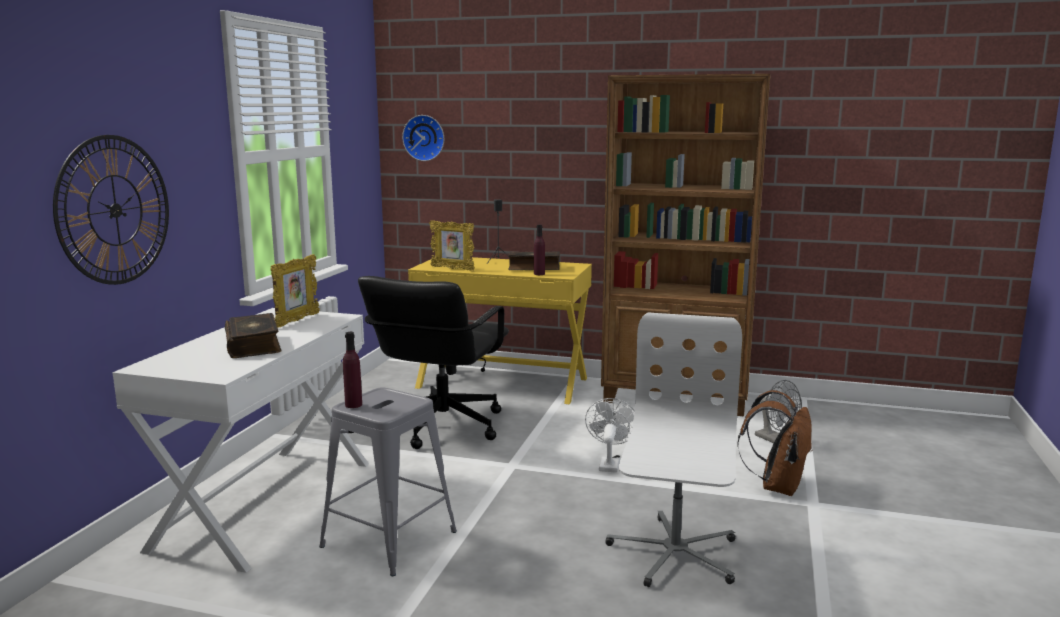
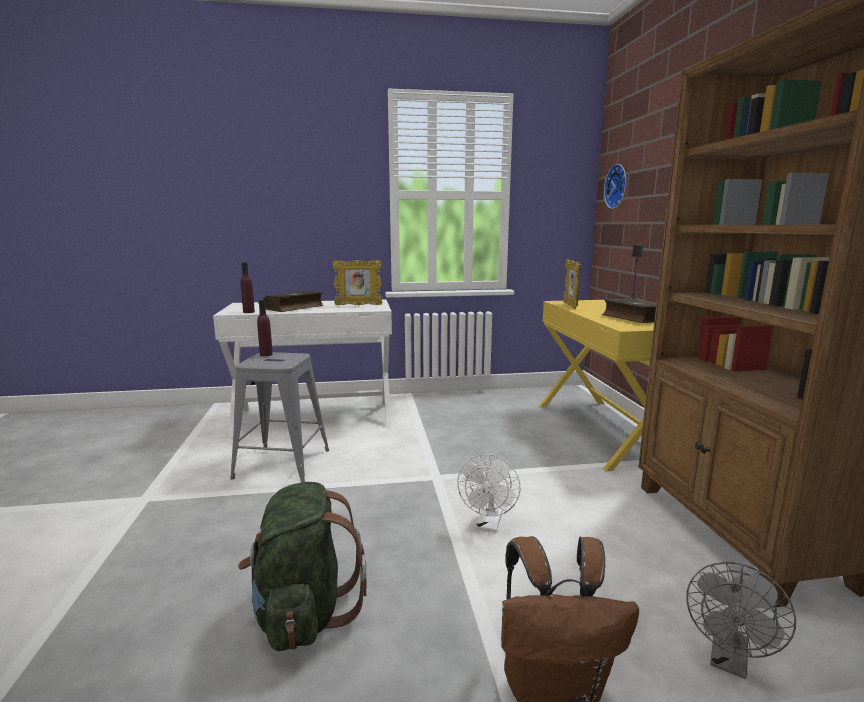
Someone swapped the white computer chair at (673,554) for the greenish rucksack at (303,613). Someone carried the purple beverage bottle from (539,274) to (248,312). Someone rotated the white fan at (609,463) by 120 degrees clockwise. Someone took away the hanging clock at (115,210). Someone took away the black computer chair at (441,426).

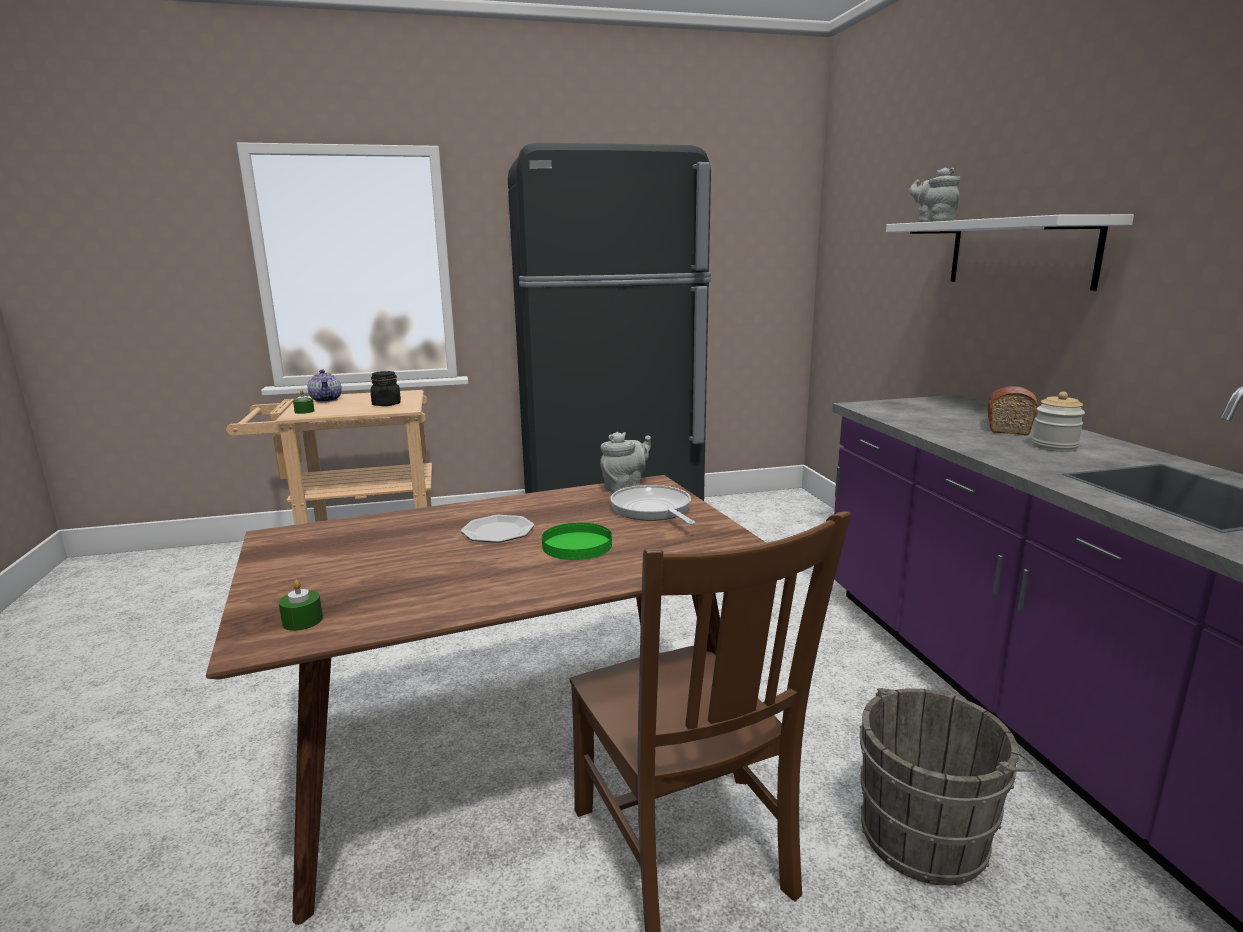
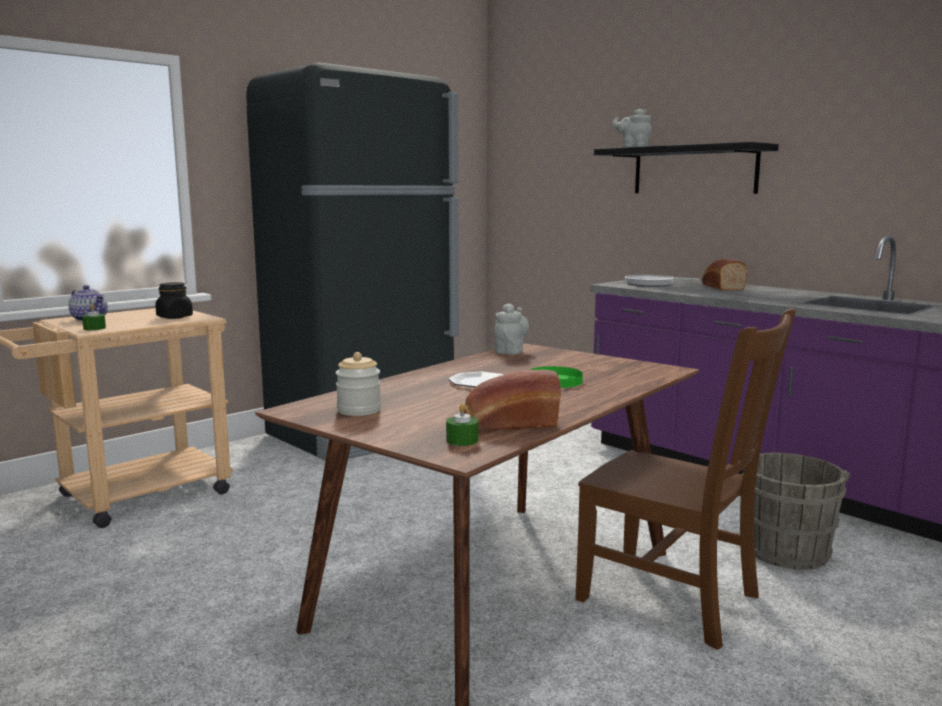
Someone carried the jar from (1054,447) to (359,410). Someone put down the bakery bread at (509,423). Someone repainted the white wall shelf at (1020,253), which became the black wall shelf at (694,170). Someone carried the pan from (653,510) to (652,284).

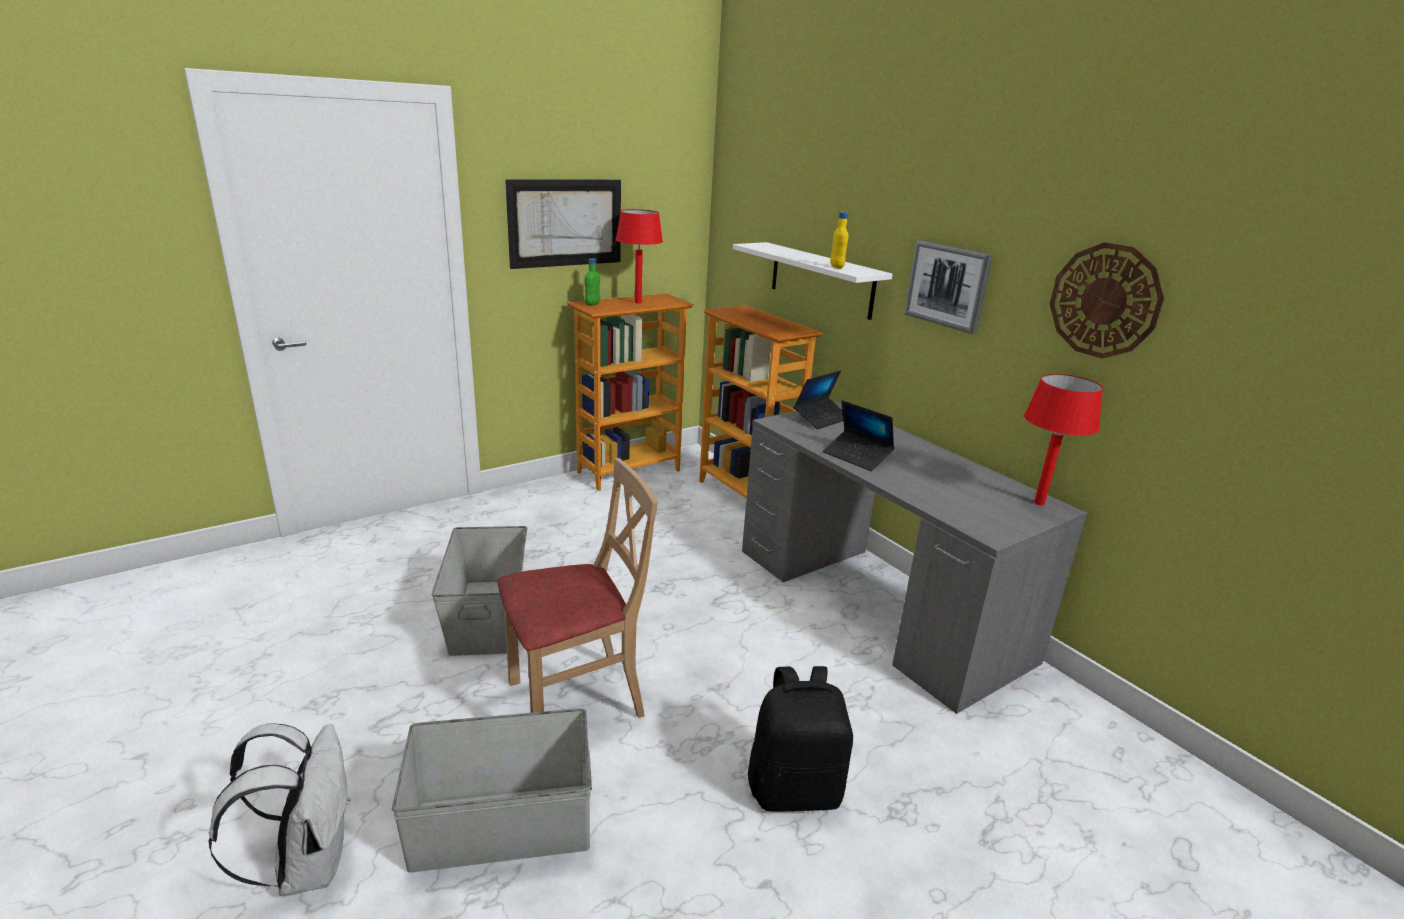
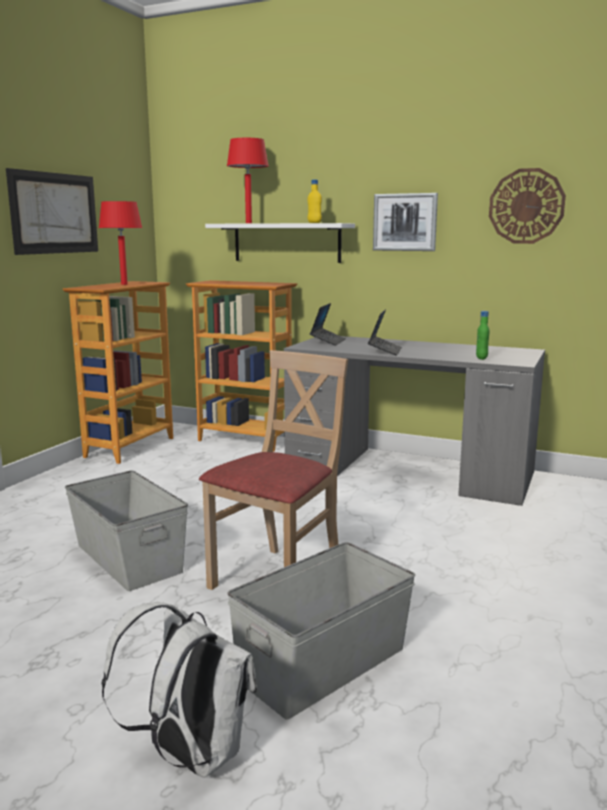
Someone carried the red-coloured tabletop lamp from (1039,503) to (248,223). Someone rotated the laptop at (857,456) by 90 degrees counterclockwise. Someone carried the greenish beverage bottle from (592,304) to (481,358). Someone took away the black rucksack at (795,788).

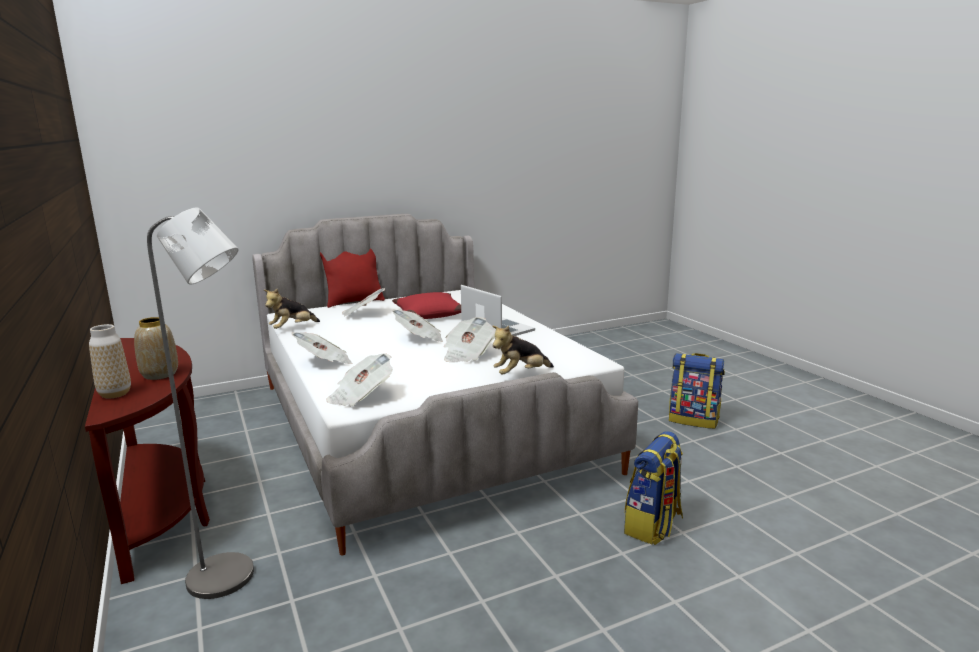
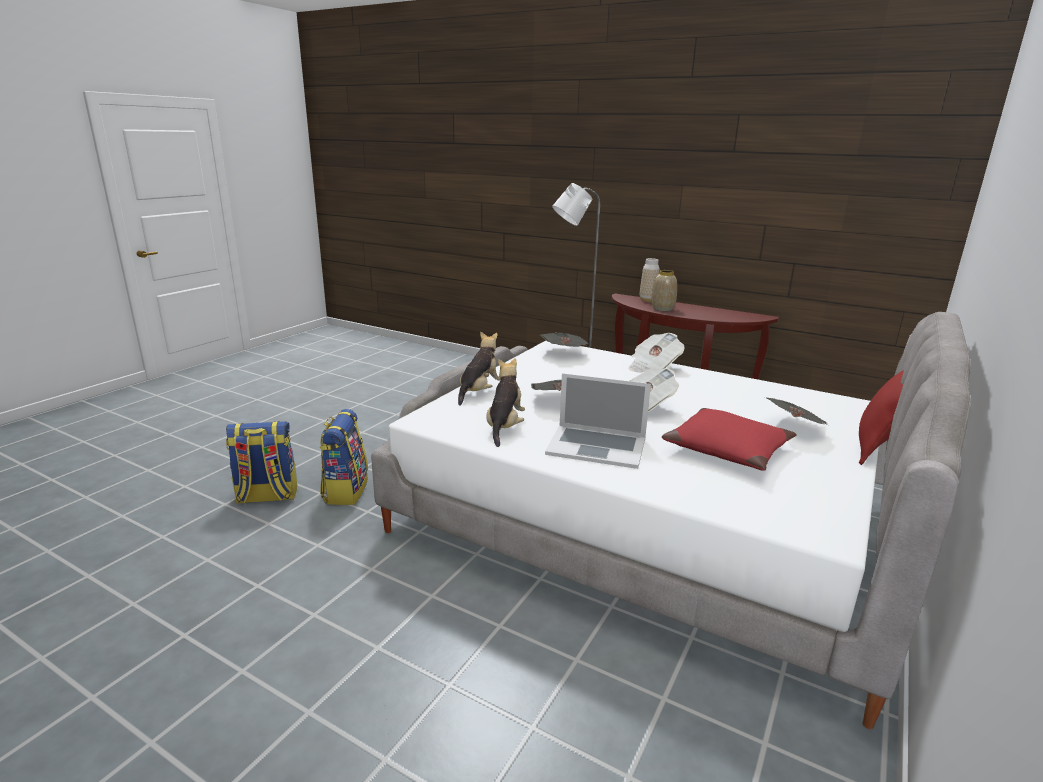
Someone carried the rucksack from (694,420) to (267,496). Someone carried the cuddly toy from (292,328) to (504,427).

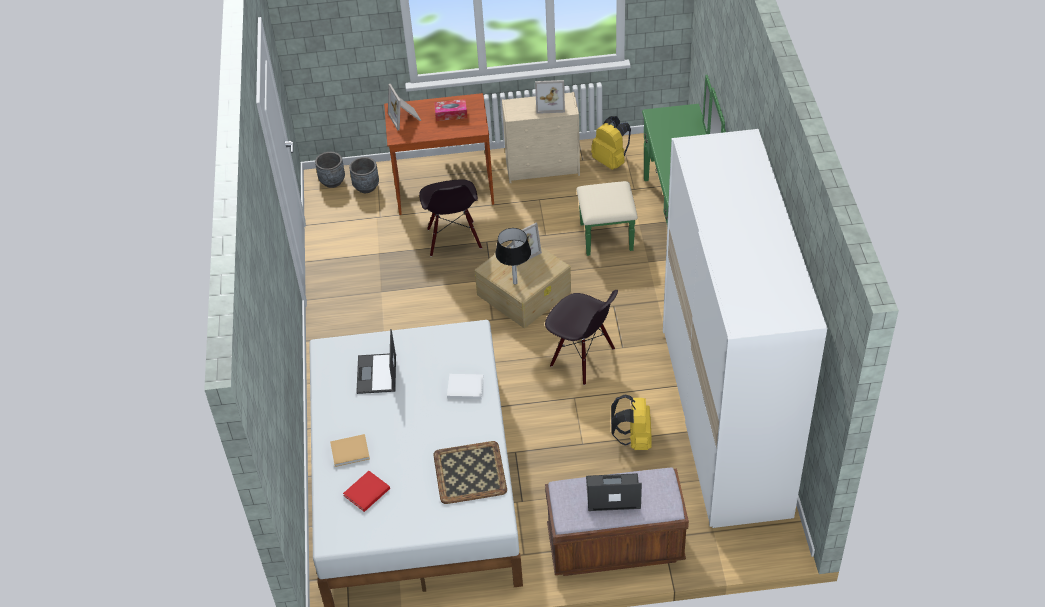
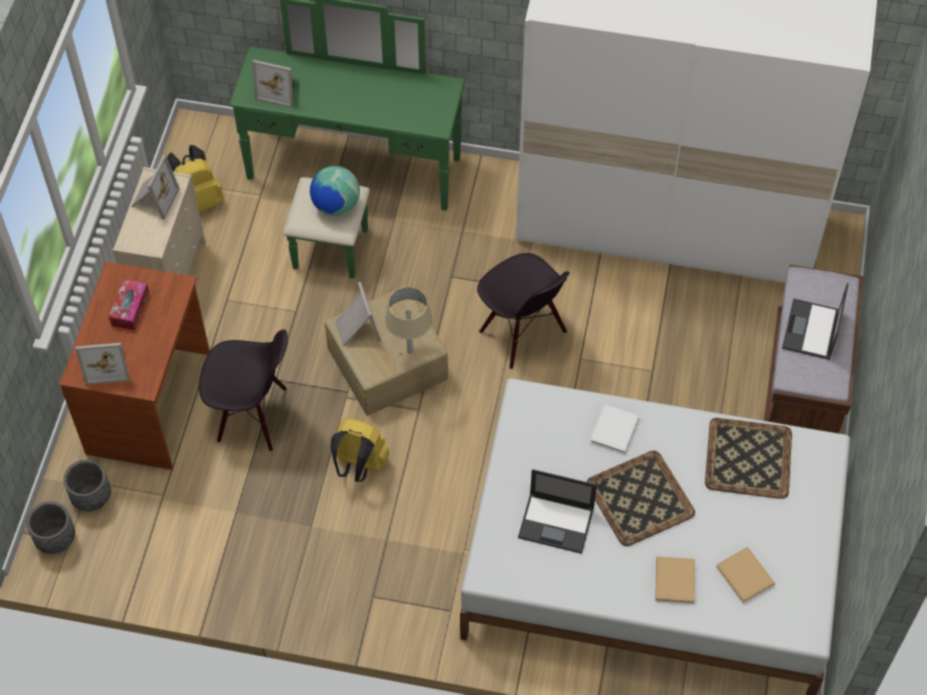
Someone put down the photo frame at (279,90). Someone put down the globe at (335,206). Someone carried the yellow rucksack from (634,439) to (359,466). Someone repainted the black tabletop lamp at (515,282), which became the sand-coloured tabletop lamp at (409,351). Someone rotated the black plain chair at (582,358) by 90 degrees clockwise. Someone put down the tray at (639,498). Someone repainted the red-coloured bound book at (365,493), which became the sand-coloured bound book at (745,577).

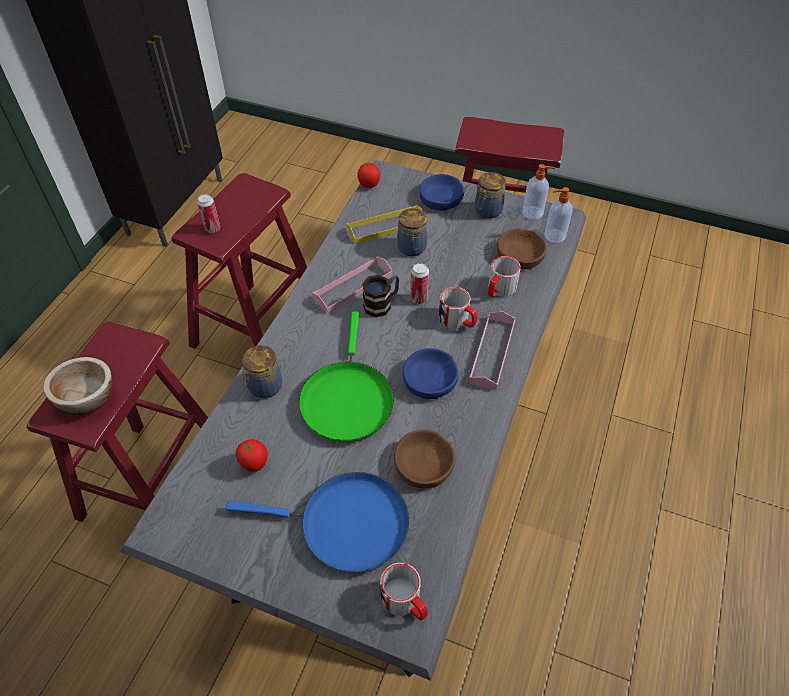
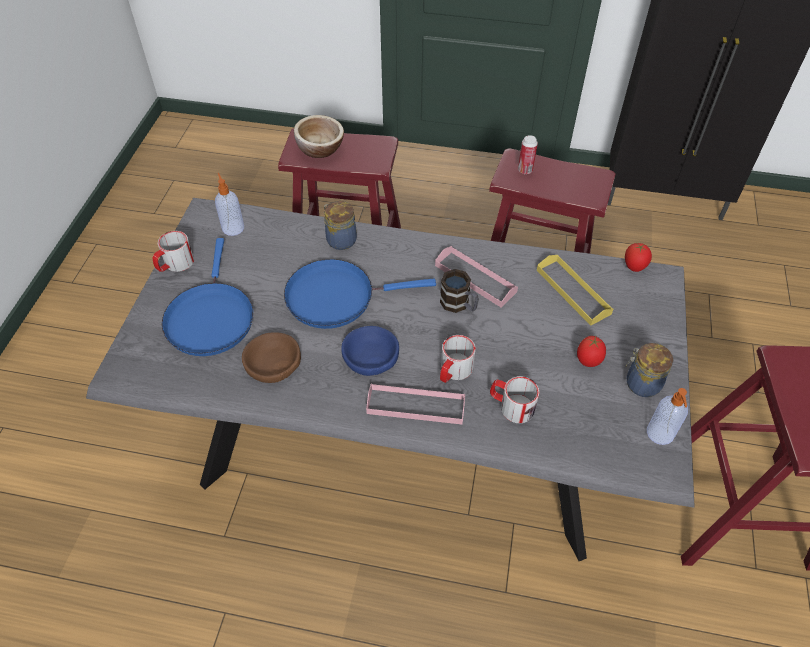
Someone carried the mug from (405,602) to (175,264). Someone carried the liquid soap bottle from (554,236) to (233,227). Someone repainted the greenish pan at (347,399), which became the bluish pan at (336,297). Someone carried the fresh tomato from (255,464) to (588,361). Someone took away the jar at (412,248). Someone took away the sealed can at (418,298). Someone took away the bluish serving bowl at (441,198). Someone took away the brown-coloured serving bowl at (520,254).

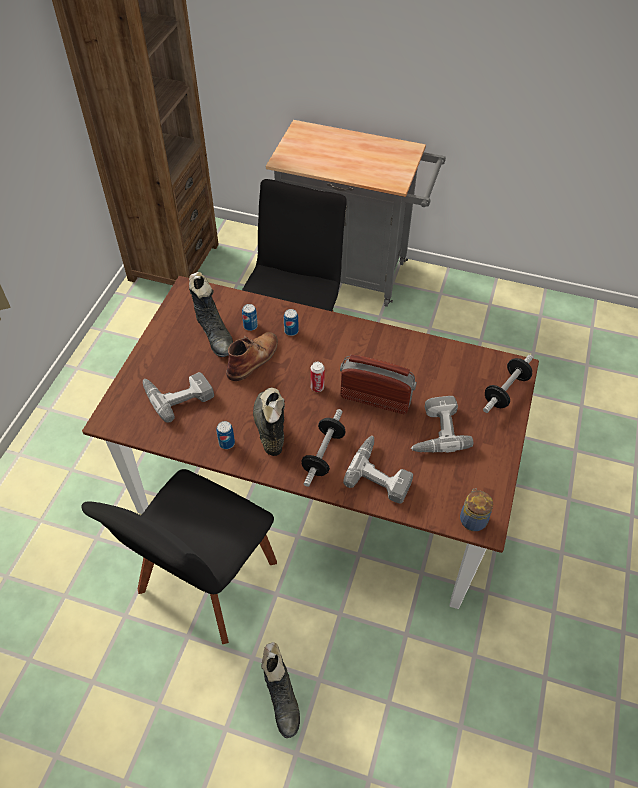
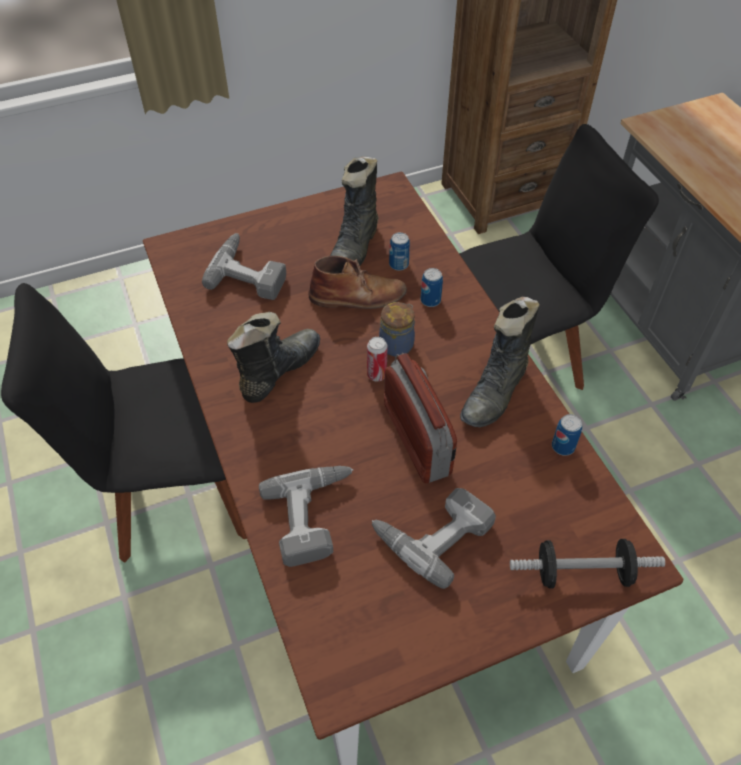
Someone carried the jar from (472,519) to (397,344). Someone carried the black high-top boot from (283,699) to (496,393). Someone carried the sealed can from (226,443) to (563,446). Someone took away the hand weight at (323,454).

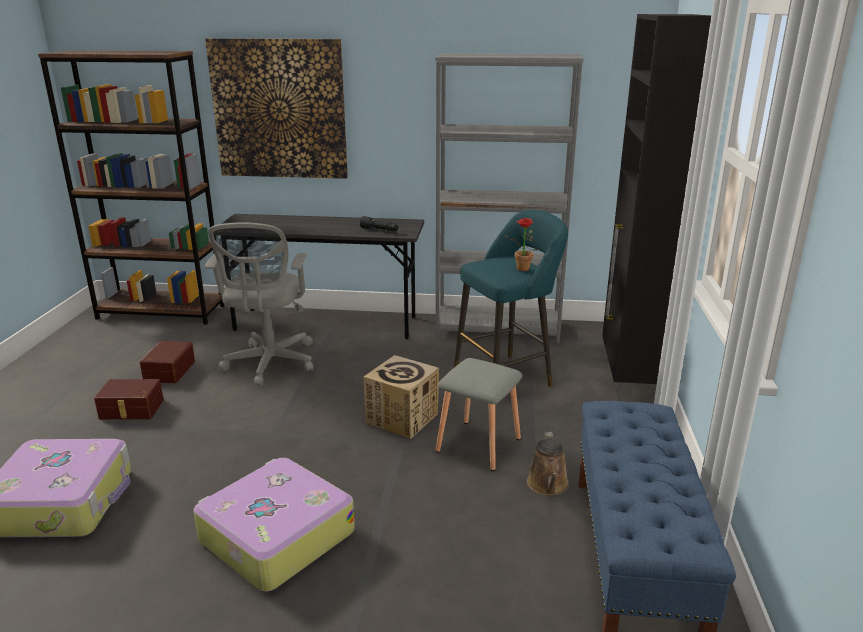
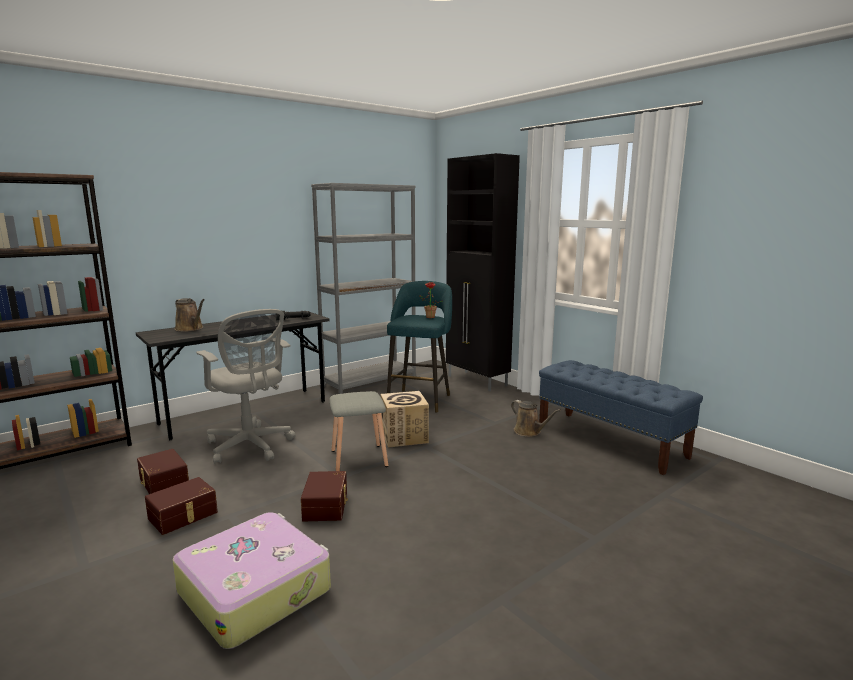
Someone put down the brown-coloured sprinkling can at (190,329). Someone put down the brown-coloured storage box at (327,506). Someone carried the gray stool seat from (477,445) to (358,458). Someone took away the piece of luggage at (275,536). Someone took away the wall art at (279,109).

